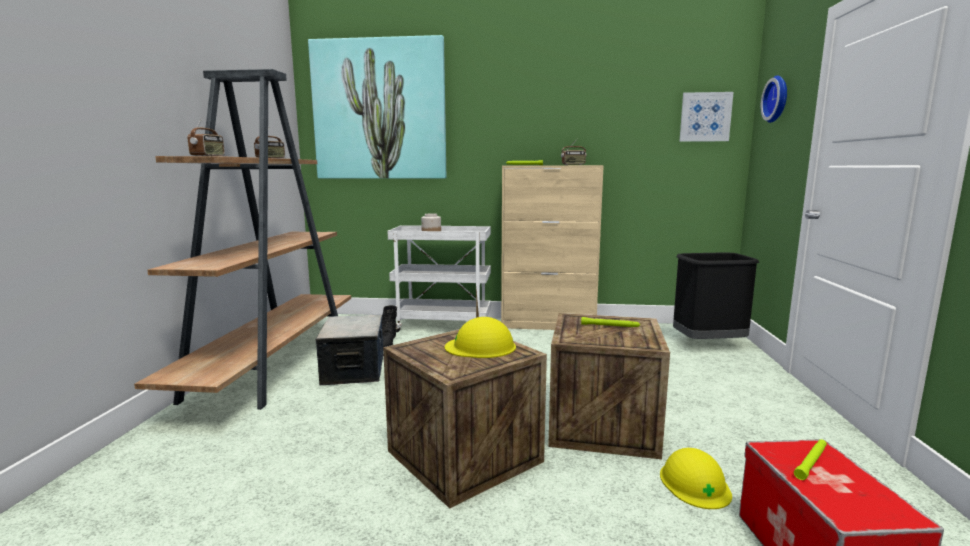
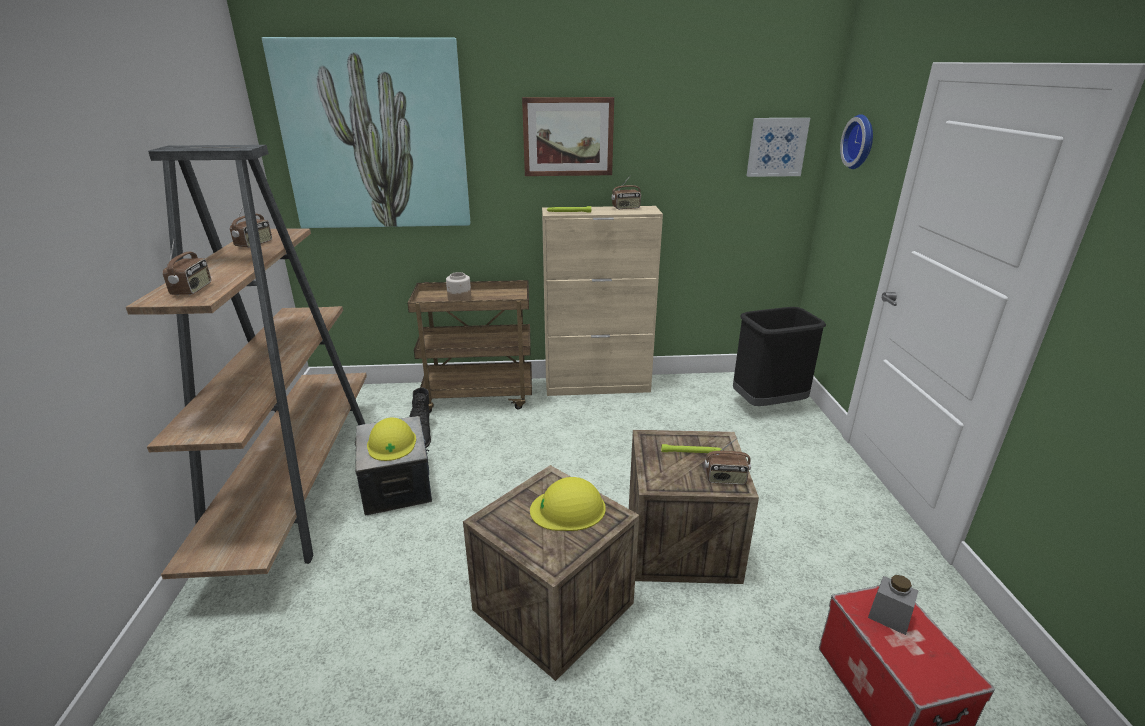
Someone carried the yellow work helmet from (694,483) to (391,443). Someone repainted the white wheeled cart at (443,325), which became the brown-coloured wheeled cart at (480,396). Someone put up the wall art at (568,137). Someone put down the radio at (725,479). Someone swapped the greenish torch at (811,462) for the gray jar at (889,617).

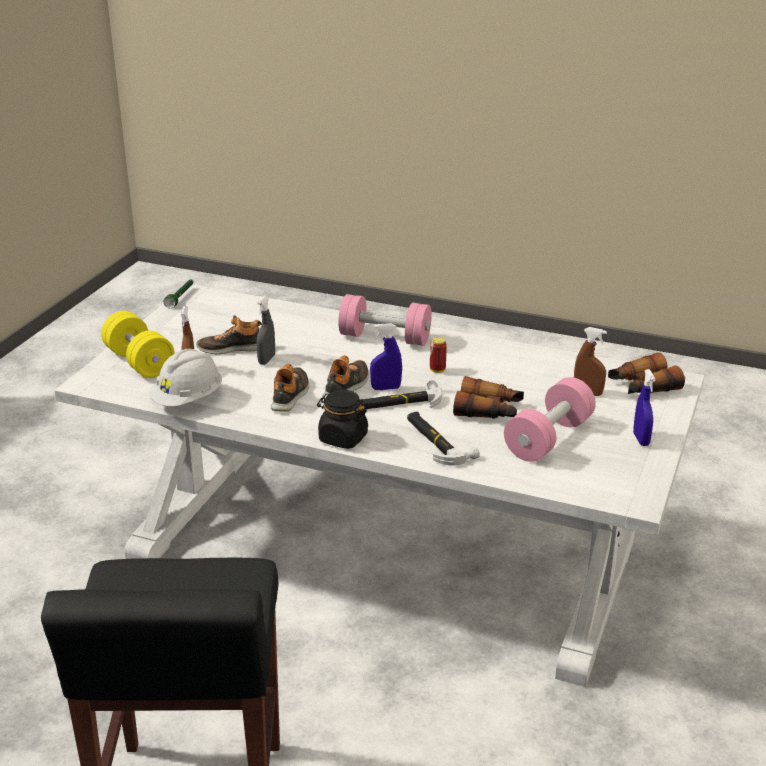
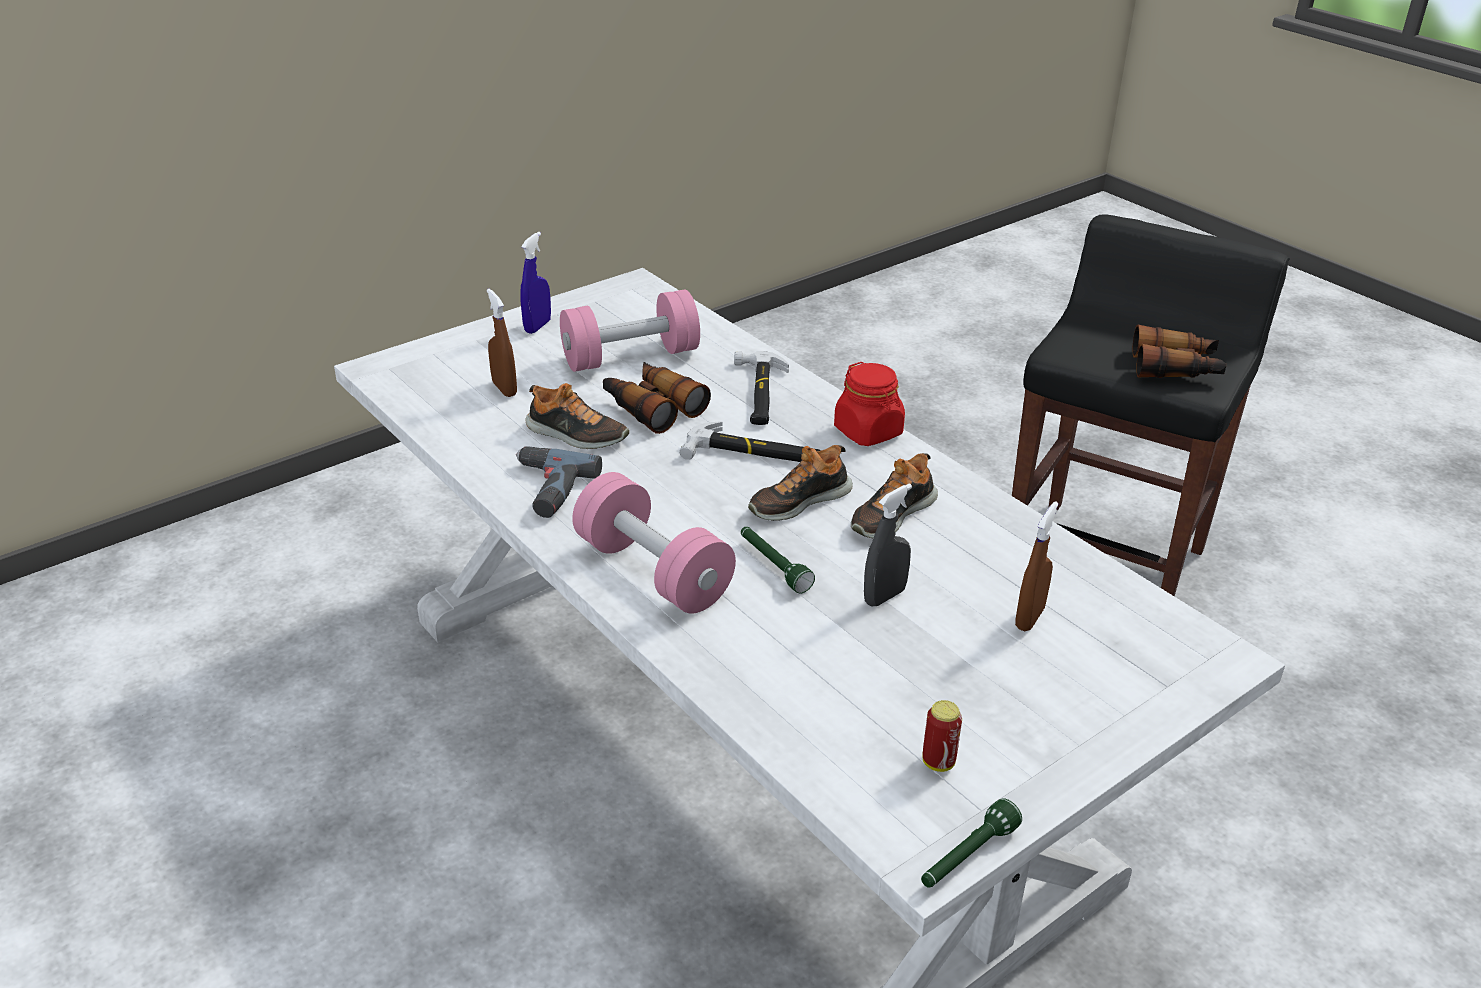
Someone put down the drill at (545,489). Someone carried the item of footwear from (232,348) to (576,435). Someone put down the greenish torch at (773,566). Someone repainted the black jar at (342,438), which became the red-coloured jar at (868,432). Someone carried the sealed can from (437,370) to (938,762). Someone carried the field glasses from (642,386) to (1176,368). Someone took away the yellow hand weight at (139,362). Someone took away the white work helmet at (188,400). Someone took away the bluish spray bottle at (386,388).

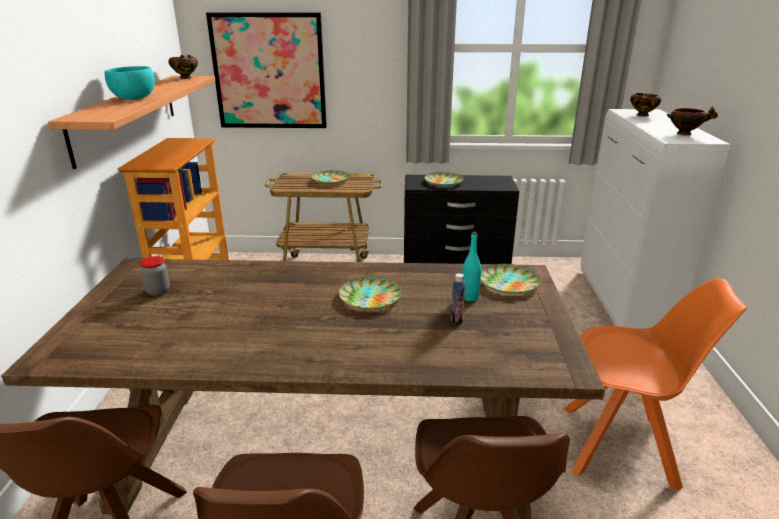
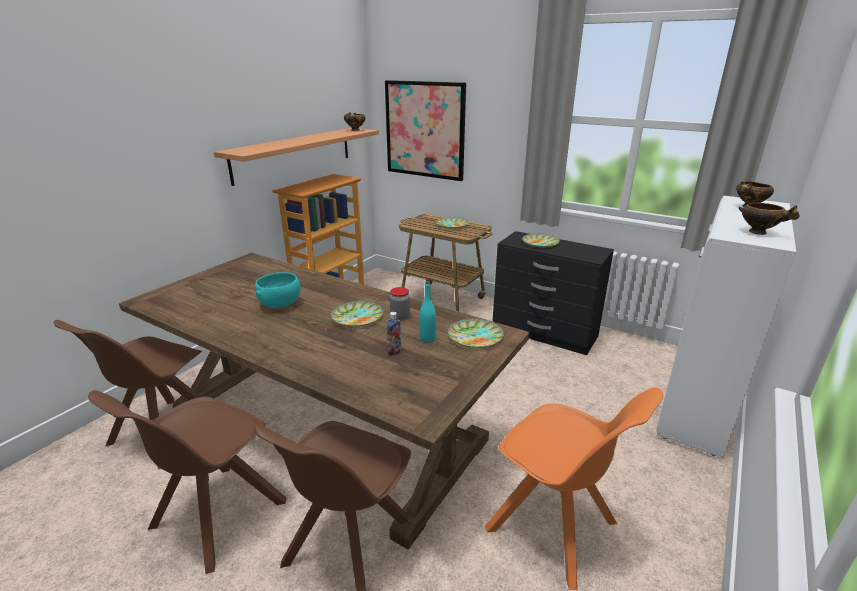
Someone carried the turquoise serving bowl from (134,98) to (280,304). Someone carried the jar from (158,291) to (400,316).

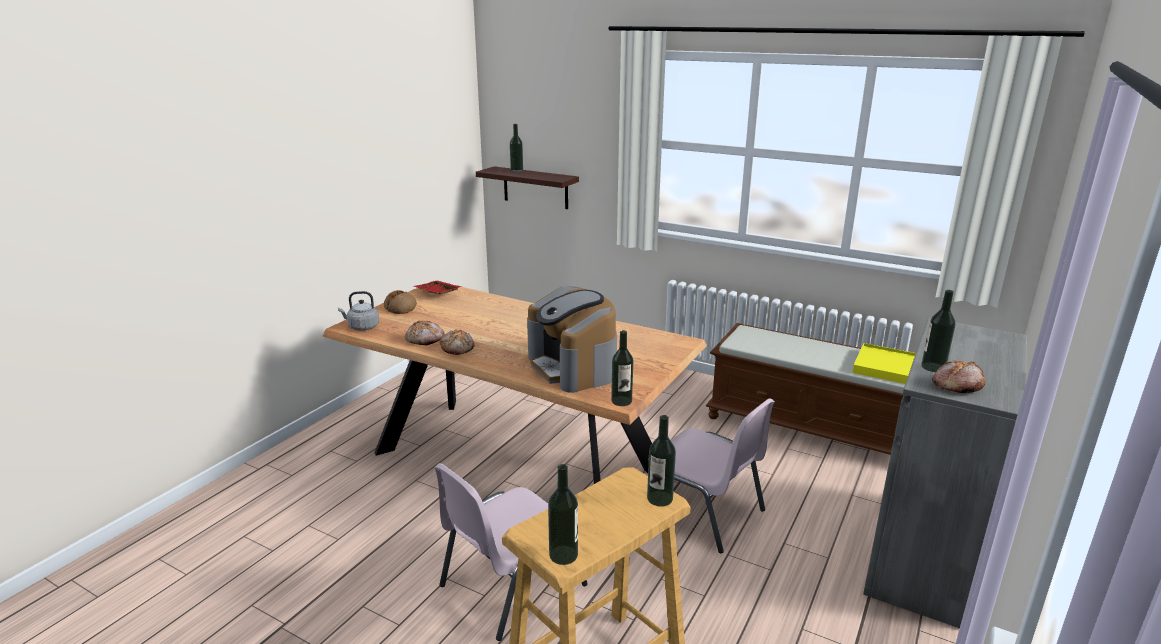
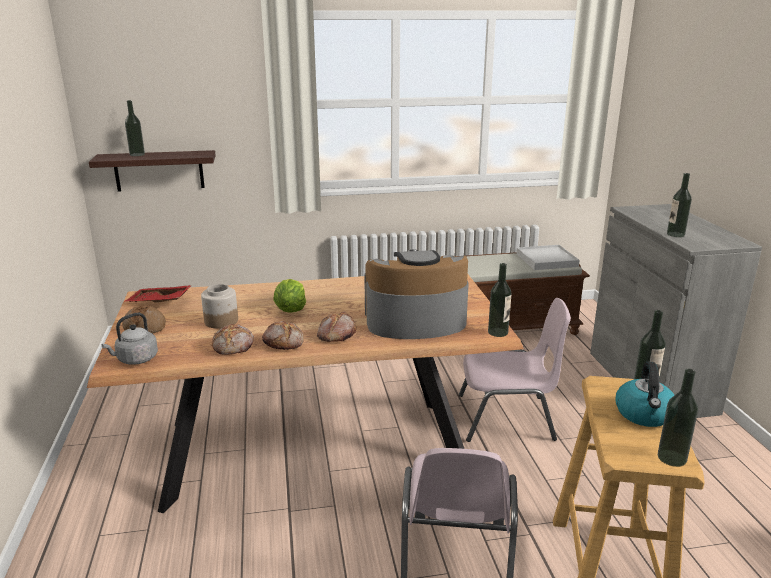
Someone put down the jar at (221,321). Someone put down the head of lettuce at (290,309). Someone carried the bakery bread from (956,385) to (336,335). Someone rotated the coffee brewer at (573,367) by 150 degrees clockwise. Someone repainted the yellow tray at (888,367), which became the white tray at (546,260). Someone put down the kettle at (644,414).

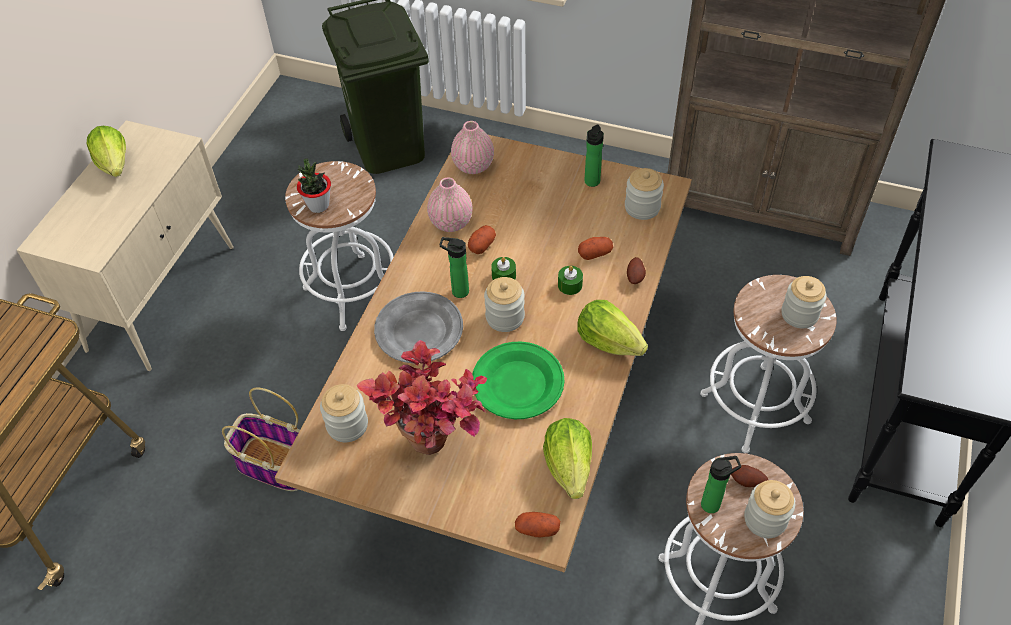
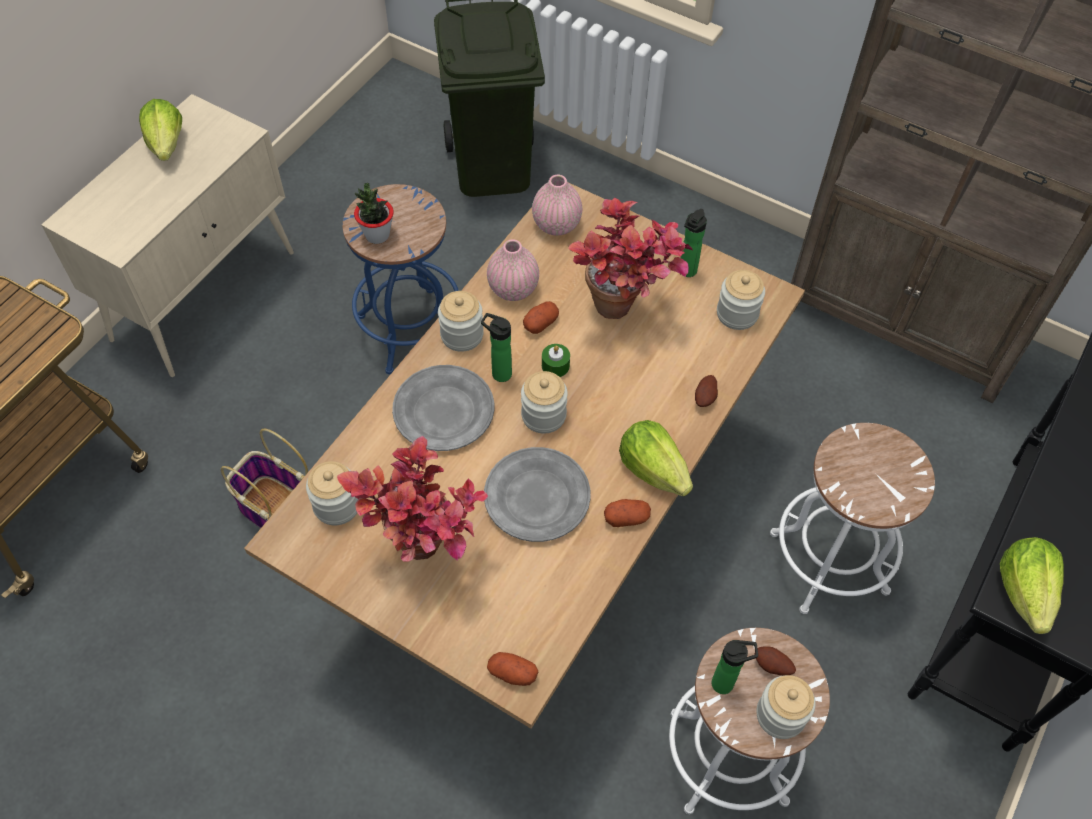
Someone repainted the white stool seat at (352,291), which became the bluish stool seat at (410,330). Someone carried the jar from (799,314) to (462,335). Someone repainted the greenish plate at (518,383), which became the gray plate at (537,496). Someone put down the houseplant at (624,313). Someone carried the whole potato from (595,253) to (626,518). Someone carried the head of lettuce from (569,466) to (1024,592). Someone took away the greenish wax light at (570,285).

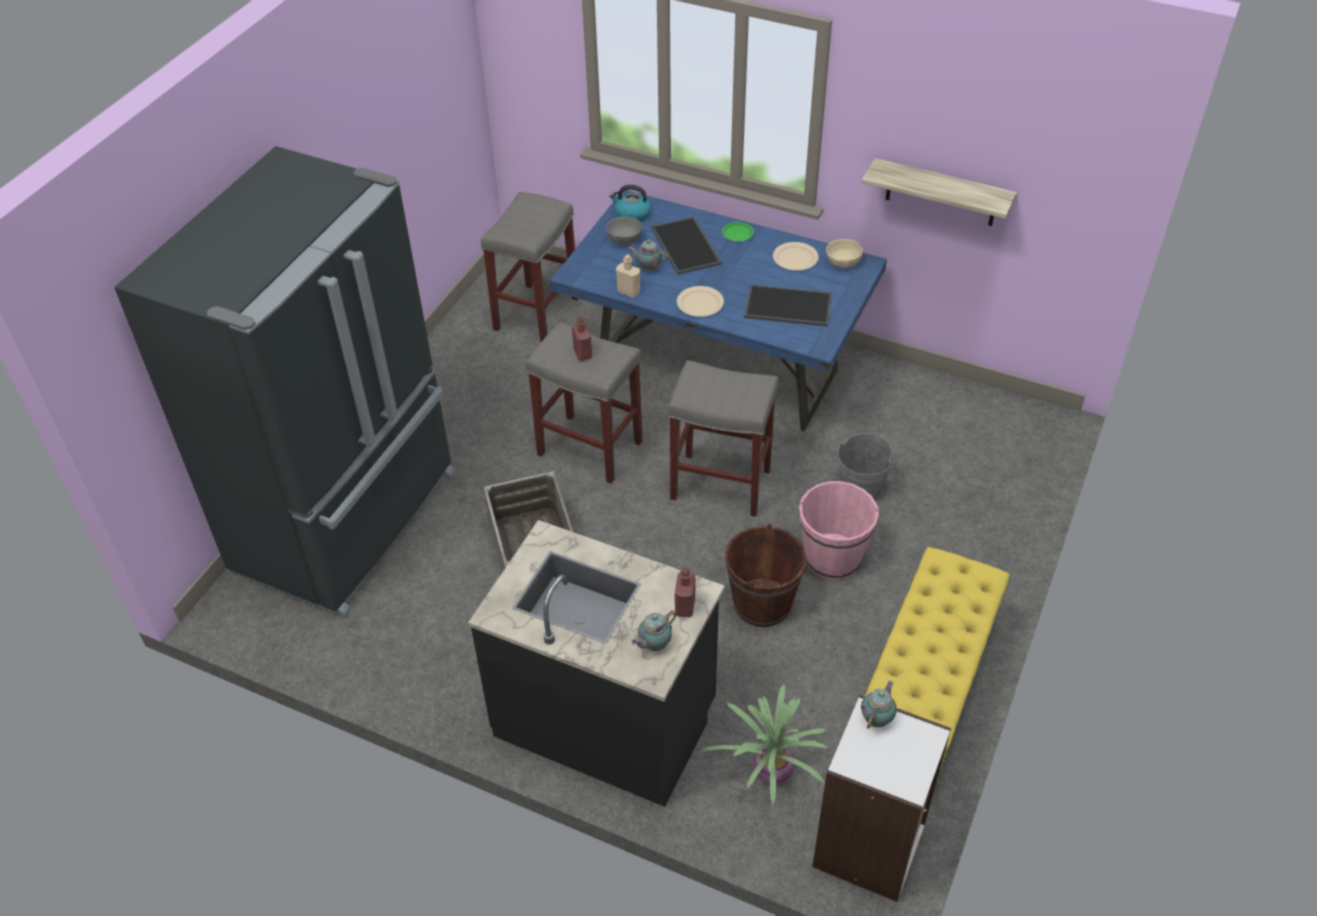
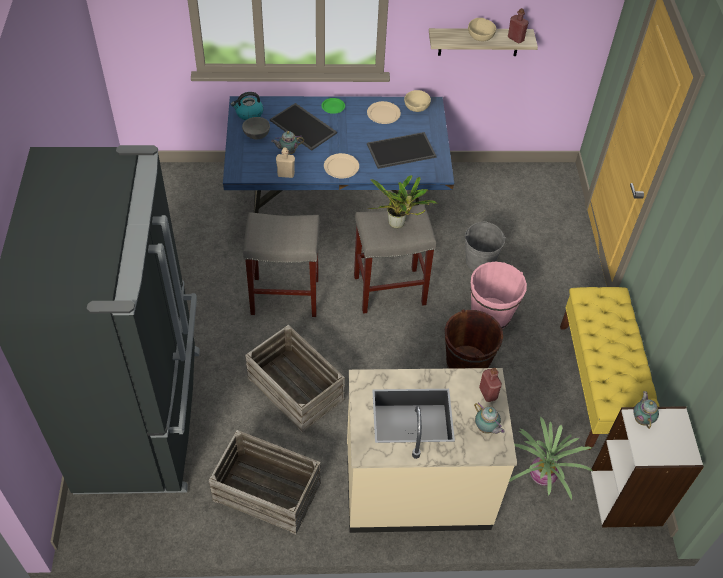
Someone put down the crate at (266,492). Someone repainted the black kitchen counter at (606,719), which became the sand-coloured kitchen counter at (417,486). Someone put down the houseplant at (398,224). Someone put down the sand-coloured serving bowl at (480,37). Someone rotated the teapot at (653,645) by 60 degrees counterclockwise. Someone carried the red-coloured beverage bottle from (582,354) to (515,39). Someone took away the gray stool seat at (536,313).

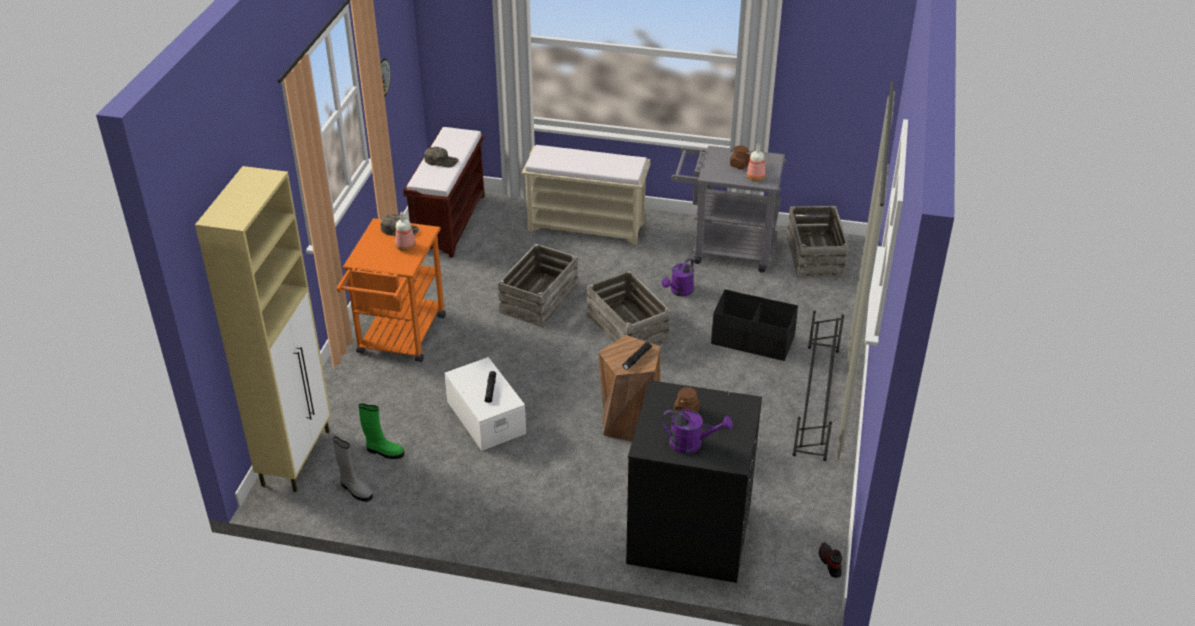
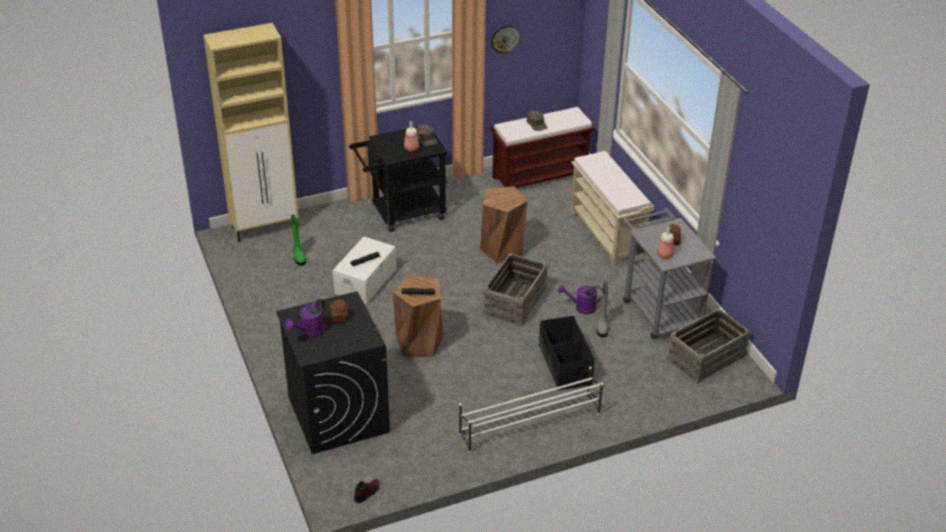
Someone rotated the purple sprinkling can at (692,444) by 60 degrees clockwise. Someone repainted the orange-coloured wheeled cart at (399,340), which became the black wheeled cart at (402,213). Someone repainted the black shoe rack at (816,401), which became the white shoe rack at (529,424). Someone swapped the crate at (538,299) for the brown-coloured stool seat at (502,249). Someone carried the gray high-top boot from (355,490) to (602,326).

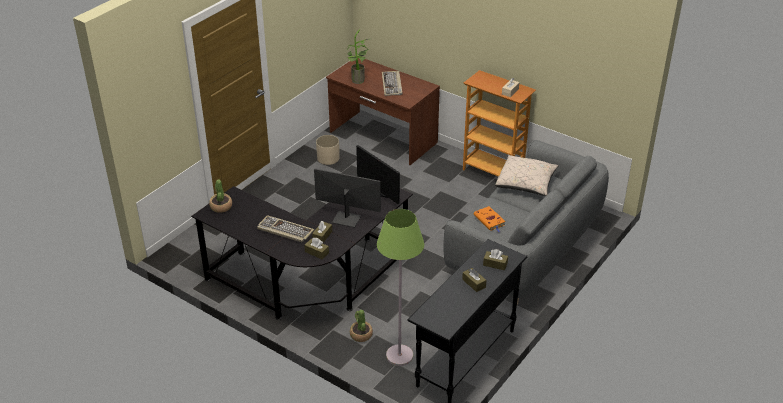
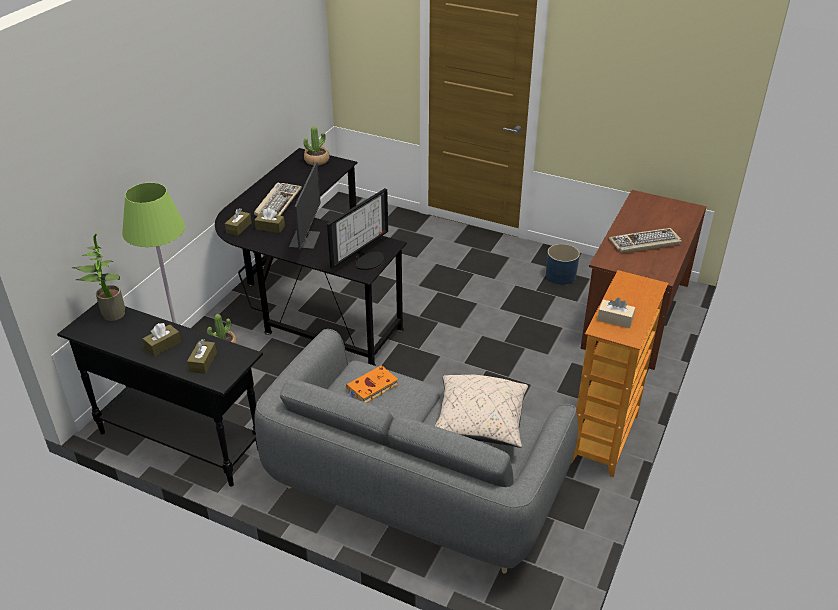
Someone carried the houseplant from (358,82) to (110,315). Someone repainted the sand-coloured planter at (328,158), which became the bluish planter at (561,276).

